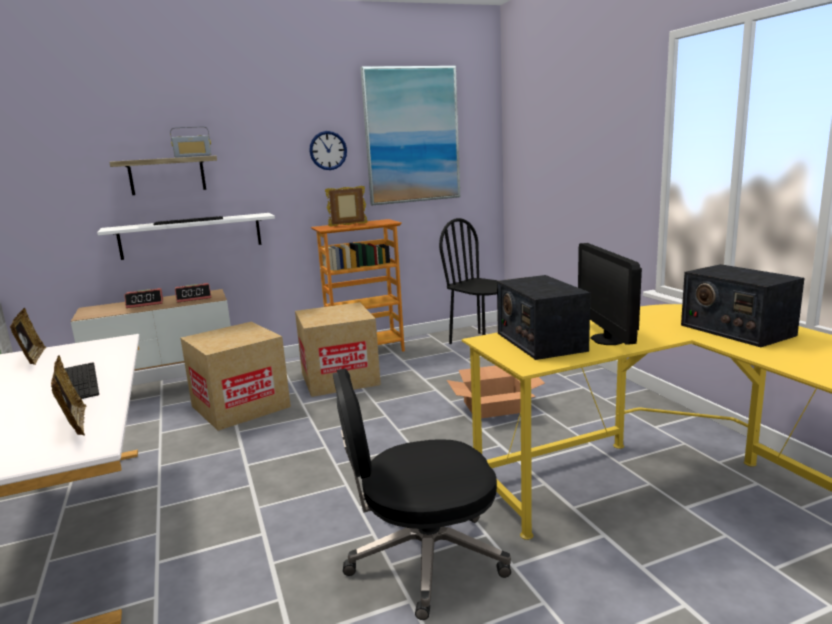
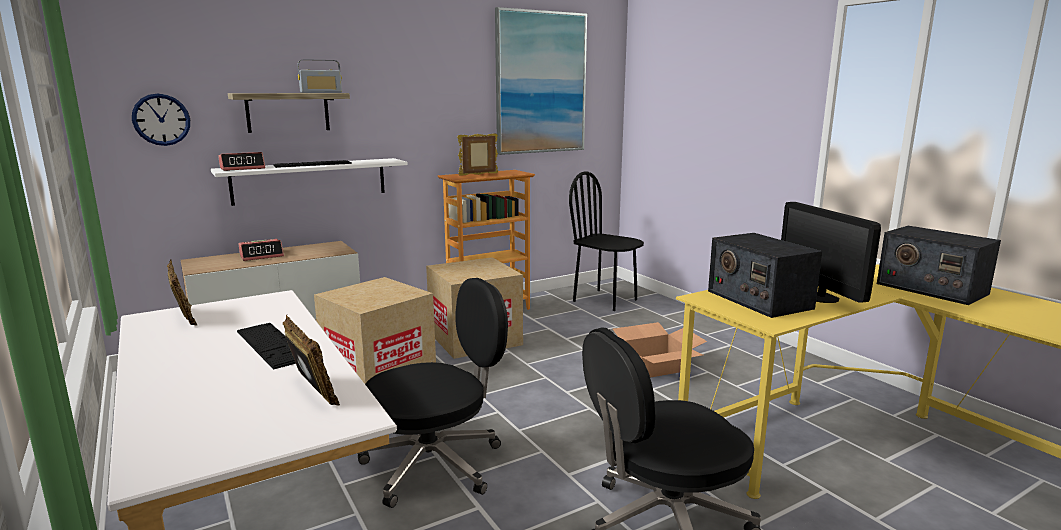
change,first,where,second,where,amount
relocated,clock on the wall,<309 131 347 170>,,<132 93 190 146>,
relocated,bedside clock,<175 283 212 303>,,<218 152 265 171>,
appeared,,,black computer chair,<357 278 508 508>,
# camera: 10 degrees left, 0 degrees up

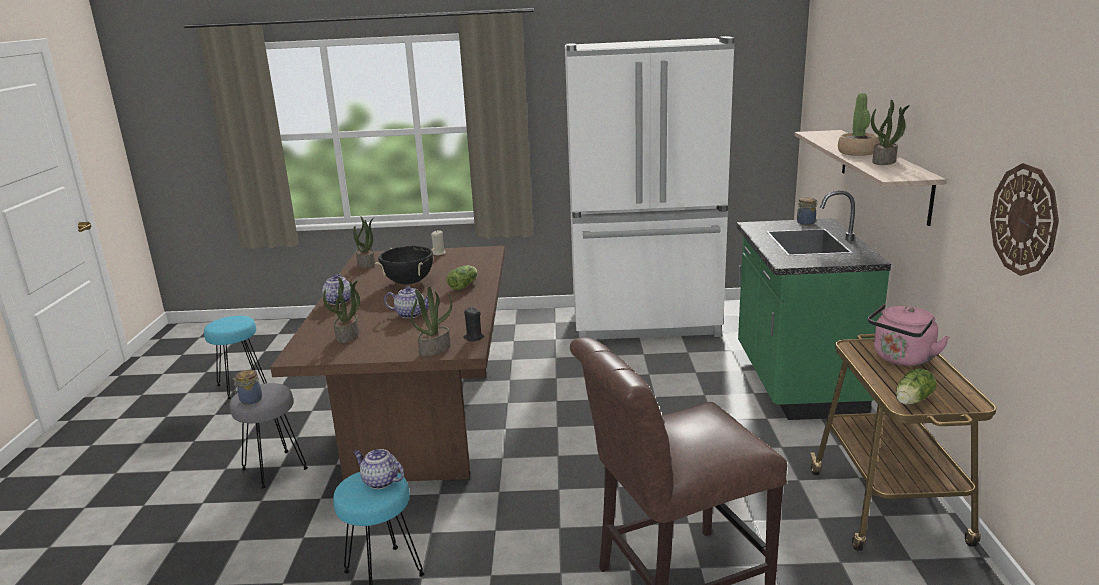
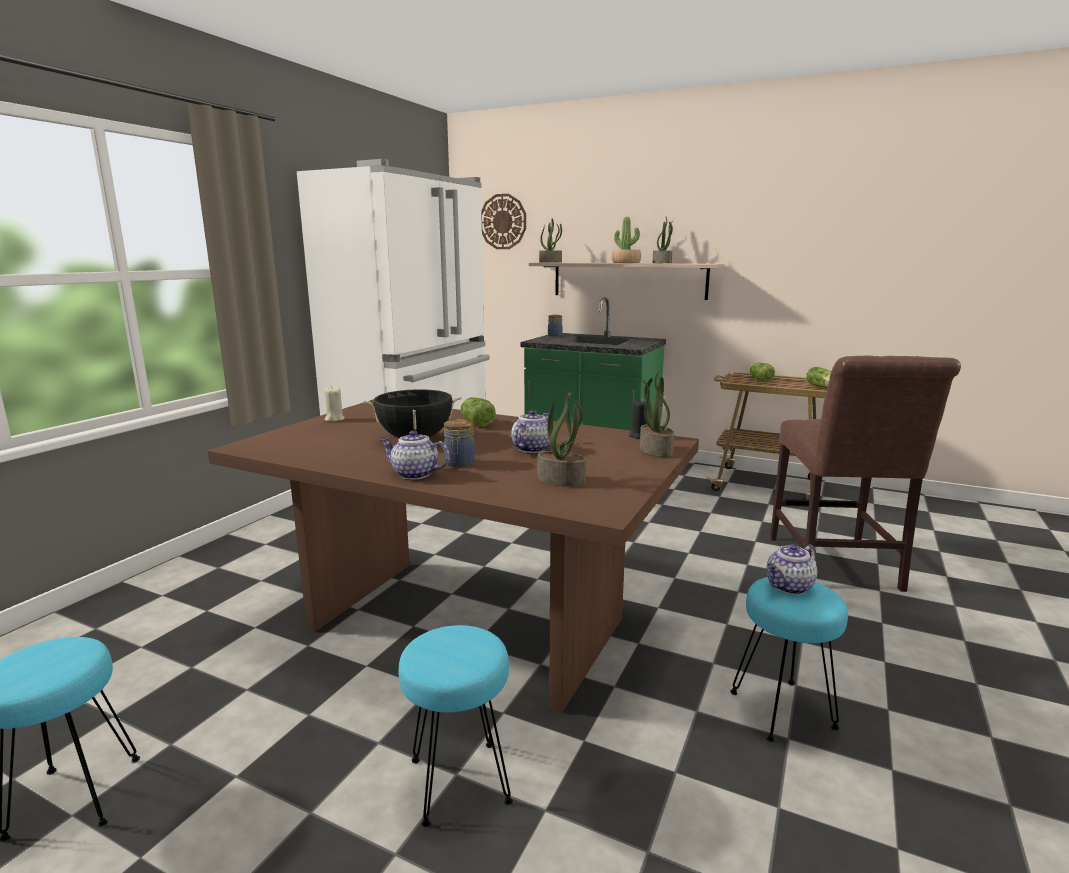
change,first,where,second,where,amount
colour,gray sitting stool,<230 383 308 489>,blue-green sitting stool,<398 625 513 827>,
relocated,storage jar,<233 370 262 405>,,<443 419 475 467>,
relocated,clock on the wall,<990 163 1059 276>,,<481 194 526 249>,
relocated,plant in a pot,<353 216 375 268>,,<539 219 562 263>,
exchanged,pinkish tea kettle,<868 304 949 366>,lettuce,<749 362 775 382>,
# camera: 65 degrees left, 5 degrees down

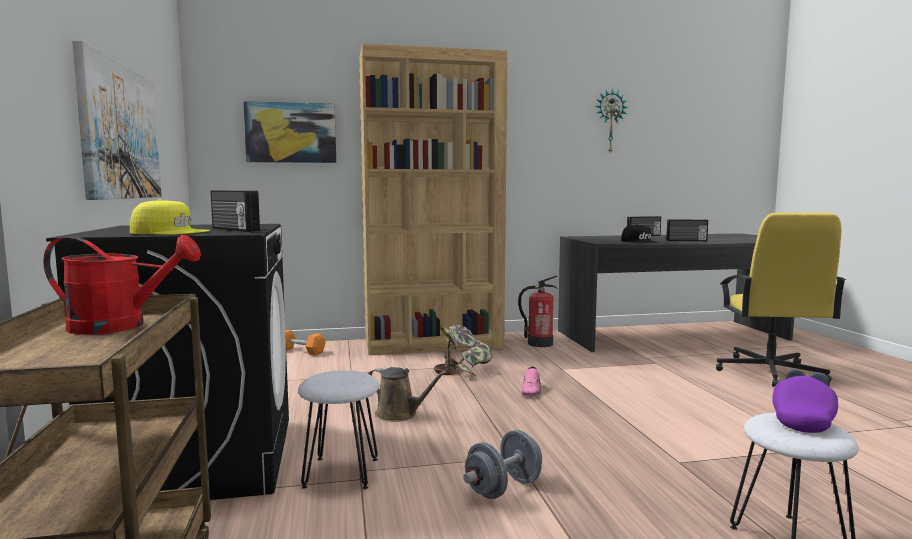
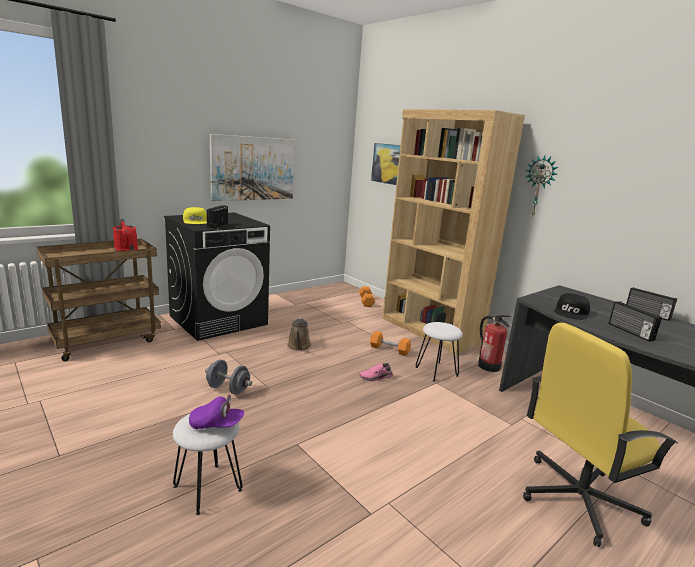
change,first,where,second,where,amount
exchanged,plant in a pot,<434 325 493 376>,orangey free weight,<370 331 411 356>,
relocated,white sitting stool,<298 370 379 489>,,<416 322 463 382>,
relocated,clock on the wall,<595 88 628 153>,,<525 155 558 217>,
# camera: 60 degrees right, 10 degrees up

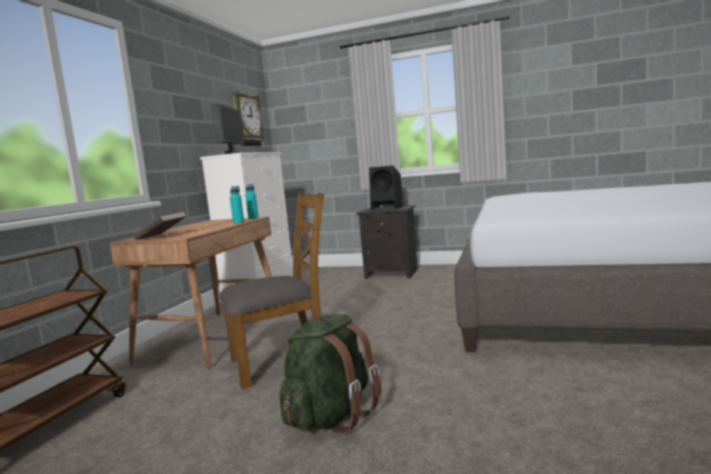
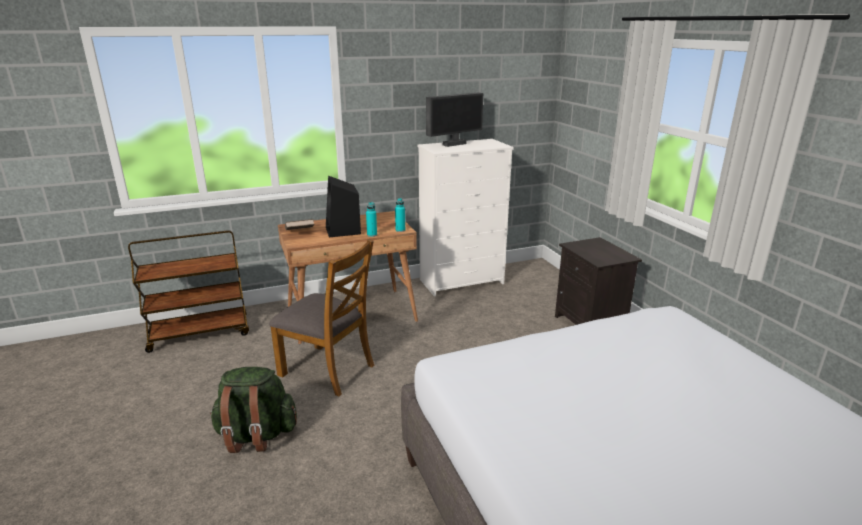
change,first,where,second,where,amount
relocated,black audio speaker,<369 165 403 211>,,<326 176 361 237>,
missing,clock on the wall,<231 91 265 146>,,,
# camera: 50 degrees right, 15 degrees up

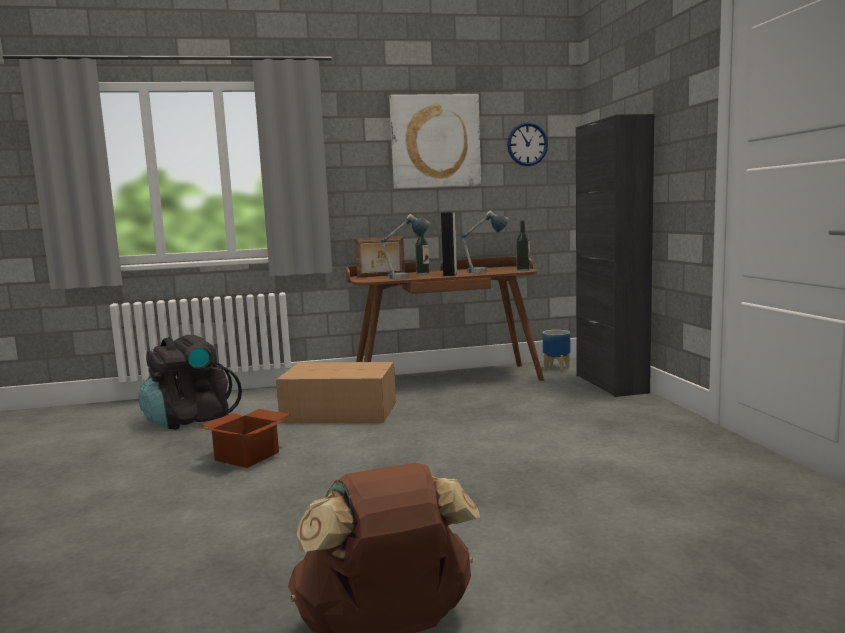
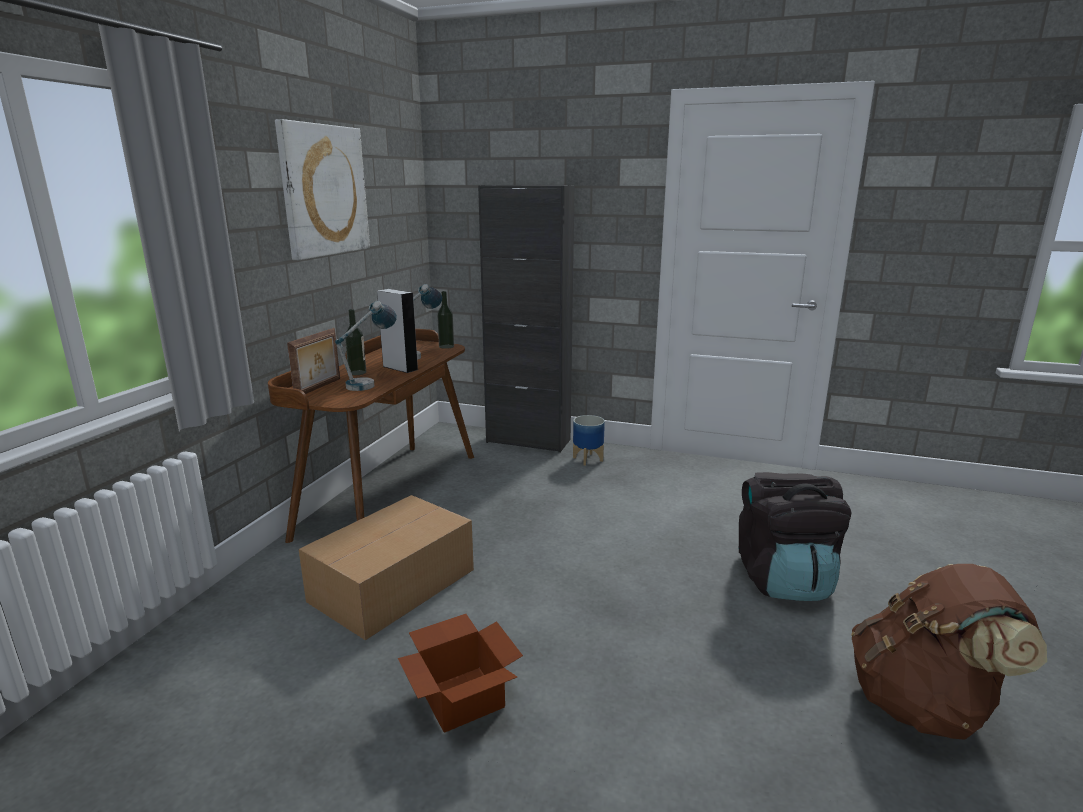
change,first,where,second,where,amount
relocated,planter,<543 330 570 371>,,<573 415 605 466>,
relocated,black knapsack,<139 335 242 430>,,<739 472 852 601>,
missing,clock on the wall,<507 122 548 166>,,,
# camera: 60 degrees left, 10 degrees up

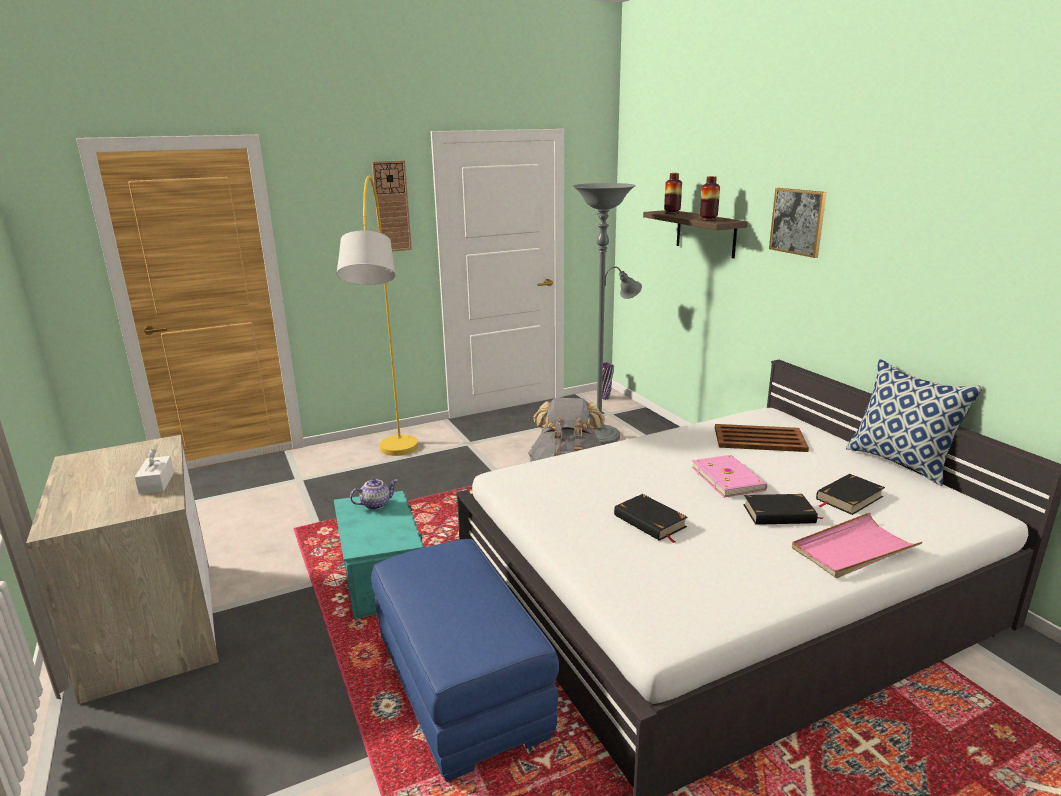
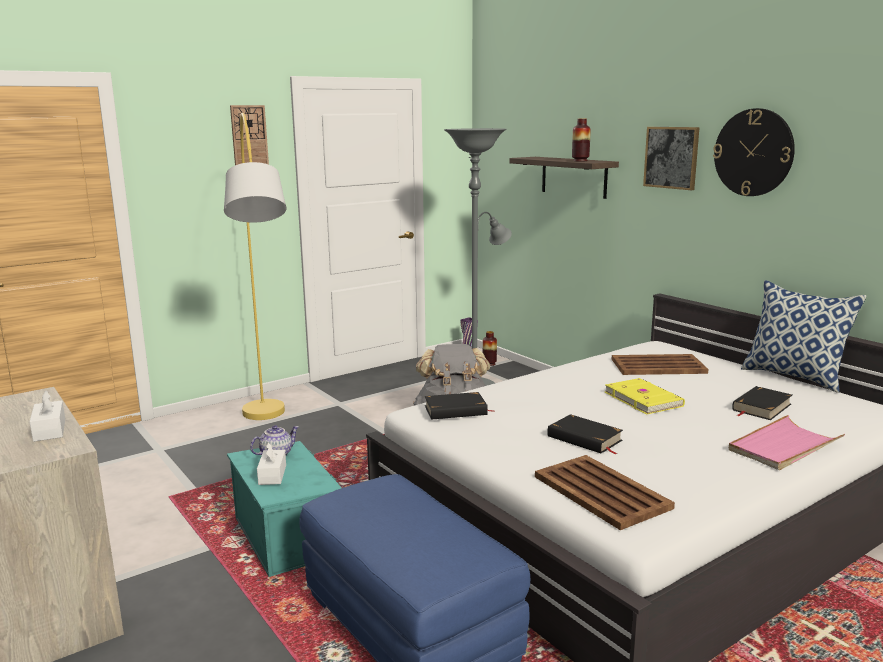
change,first,where,second,where,amount
appeared,,,white box of tissues,<257 443 286 485>,
relocated,black bound book,<743 494 823 525>,,<425 392 495 420>,
relocated,flower vase,<664 173 682 214>,,<483 331 497 366>,
appeared,,,brown-coloured serving tray,<535 455 675 530>,
colour,pinkish bound book,<691 455 767 498>,yellowish bound book,<605 378 685 415>,
appeared,,,clock on the wall,<713 108 795 196>,
# camera: 10 degrees left, 5 degrees down

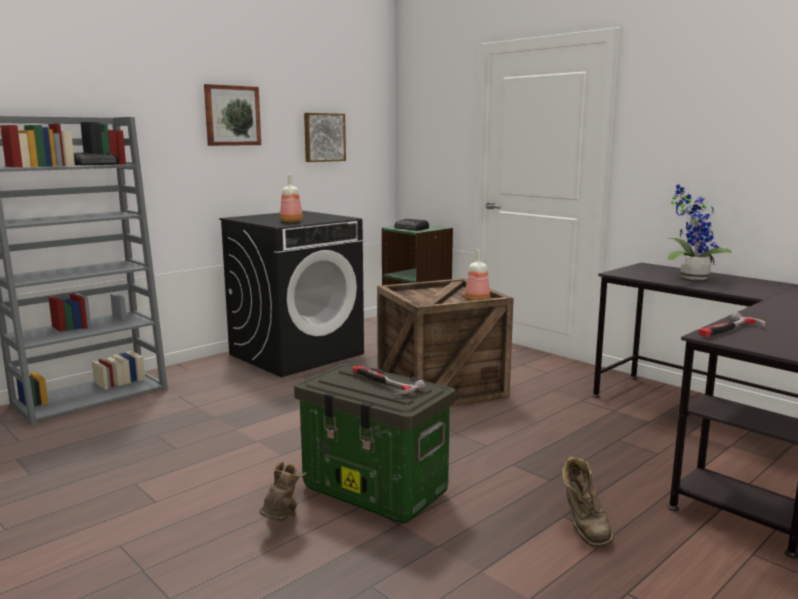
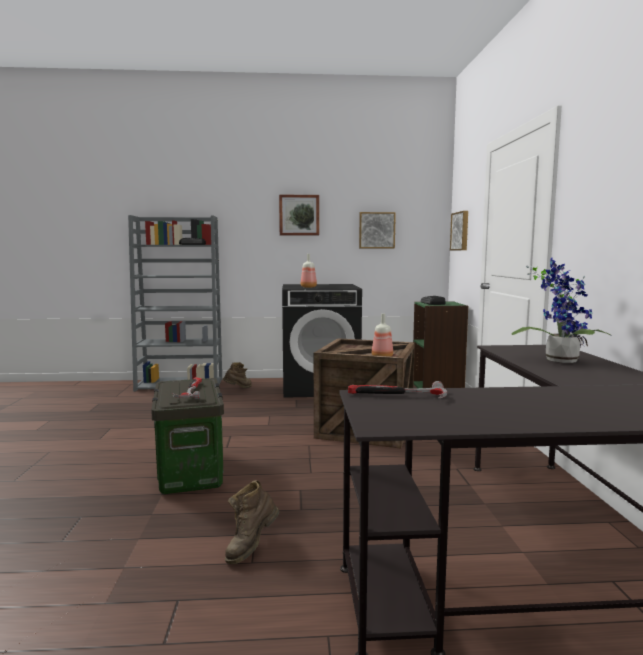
change,first,where,second,where,amount
relocated,brown-coloured boot,<259 461 307 521>,,<223 362 252 388>,
appeared,,,wall picture,<450 211 468 250>,
# camera: 40 degrees right, 5 degrees down

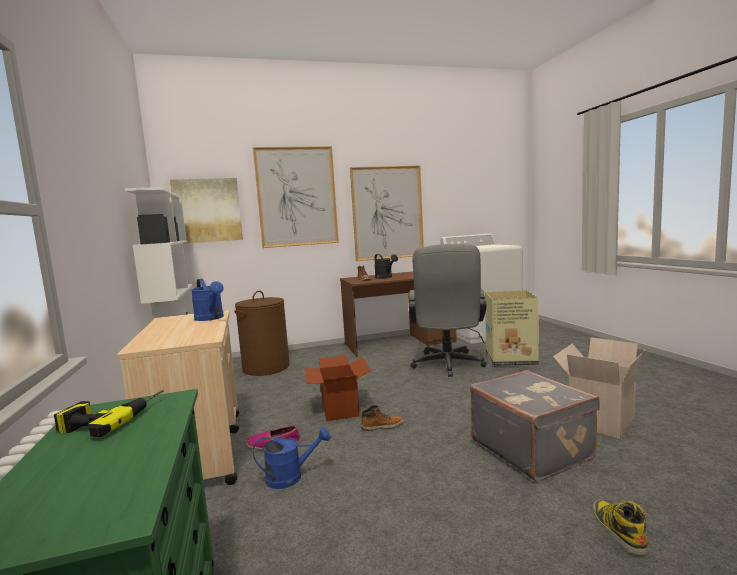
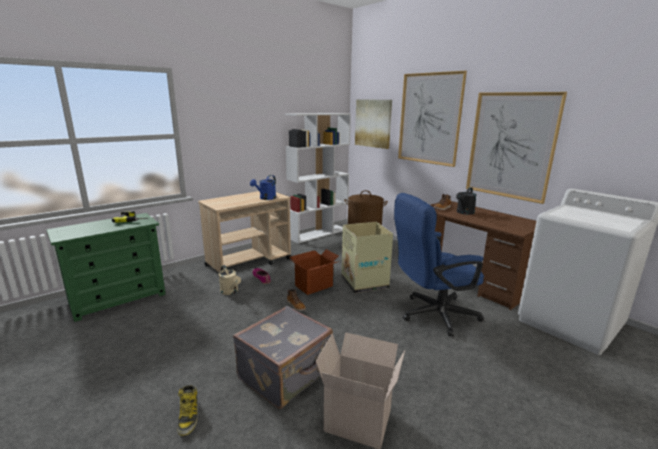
change,first,where,second,where,amount
spun,boot,<593 499 648 556>,,<178 385 198 436>,105 degrees clockwise
colour,blue-coloured sprinkling can,<253 427 330 489>,sand-coloured sprinkling can,<219 265 241 295>,
relocated,carton,<485 290 539 366>,,<342 222 393 293>,
colour,gray computer chair,<409 244 487 377>,blue-coloured computer chair,<394 193 484 336>,
# camera: 65 degrees right, 10 degrees up

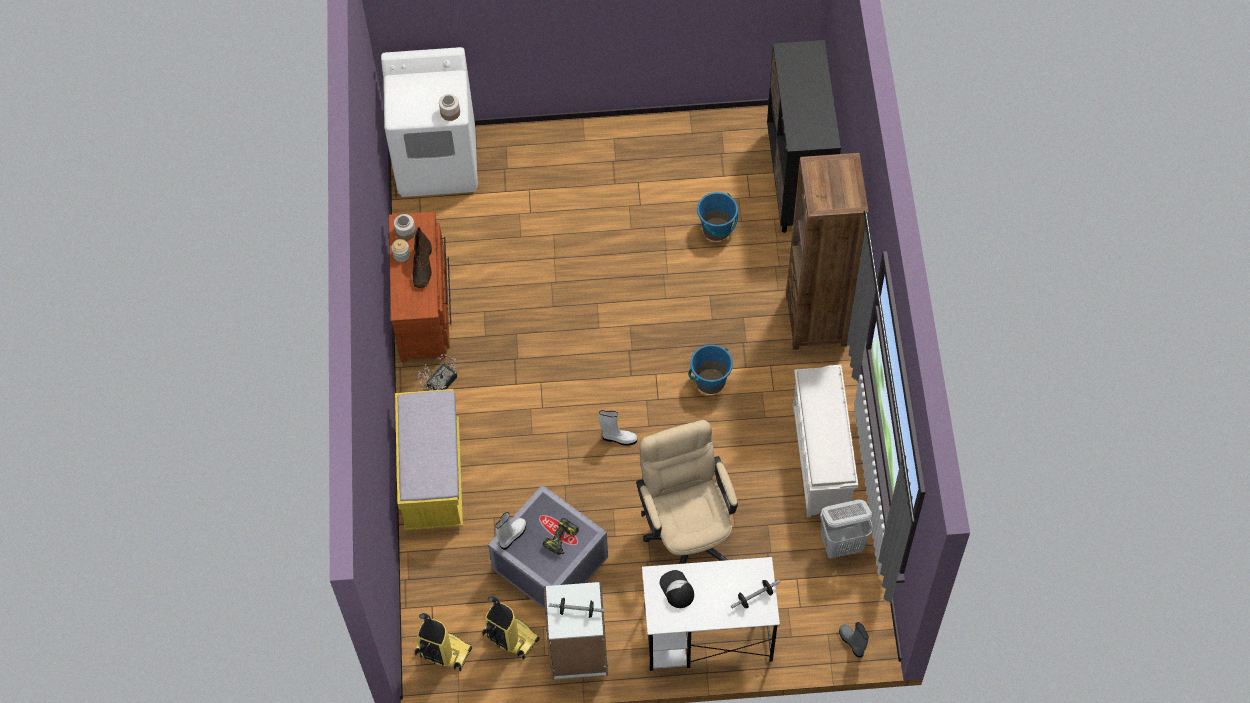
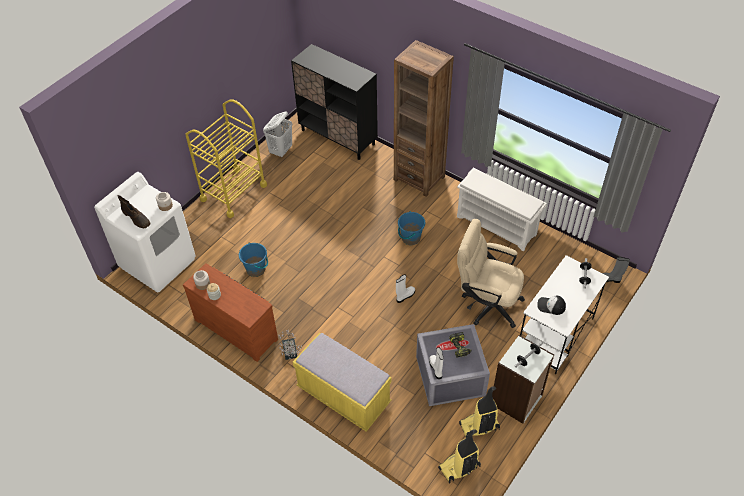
change,first,where,second,where,amount
relocated,brown-coloured boot,<413 227 432 288>,,<118 195 150 228>,
appeared,,,yellowish wheeled cart,<185 99 267 218>,
relocated,blue-coloured pail,<697 192 738 241>,,<239 243 268 277>,
relocated,white laundry basket,<820 500 873 559>,,<263 111 292 157>,
# camera: 50 degrees left, 10 degrees down

